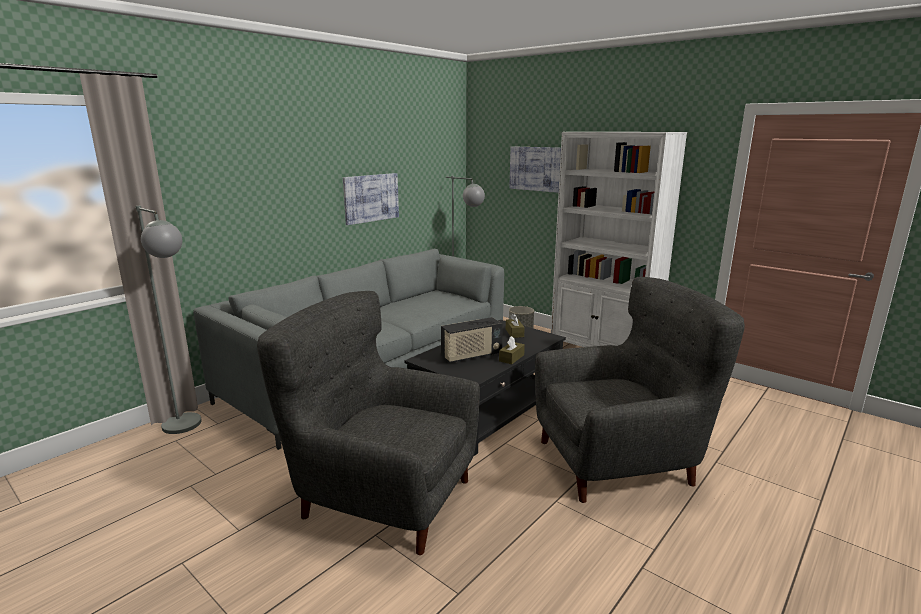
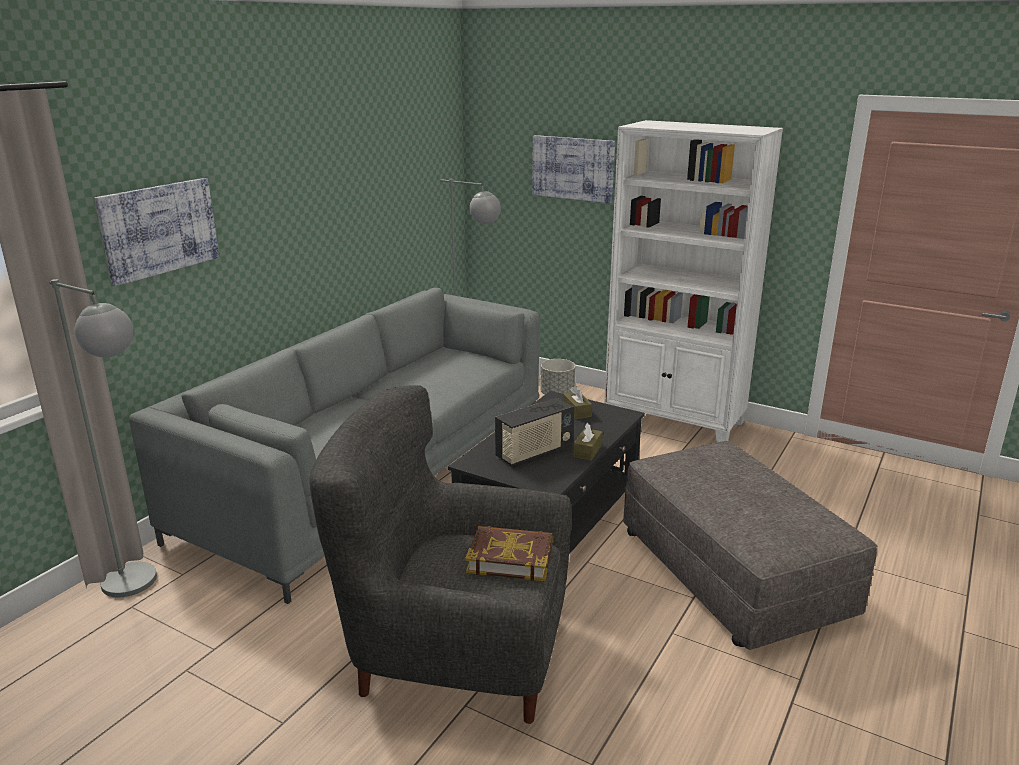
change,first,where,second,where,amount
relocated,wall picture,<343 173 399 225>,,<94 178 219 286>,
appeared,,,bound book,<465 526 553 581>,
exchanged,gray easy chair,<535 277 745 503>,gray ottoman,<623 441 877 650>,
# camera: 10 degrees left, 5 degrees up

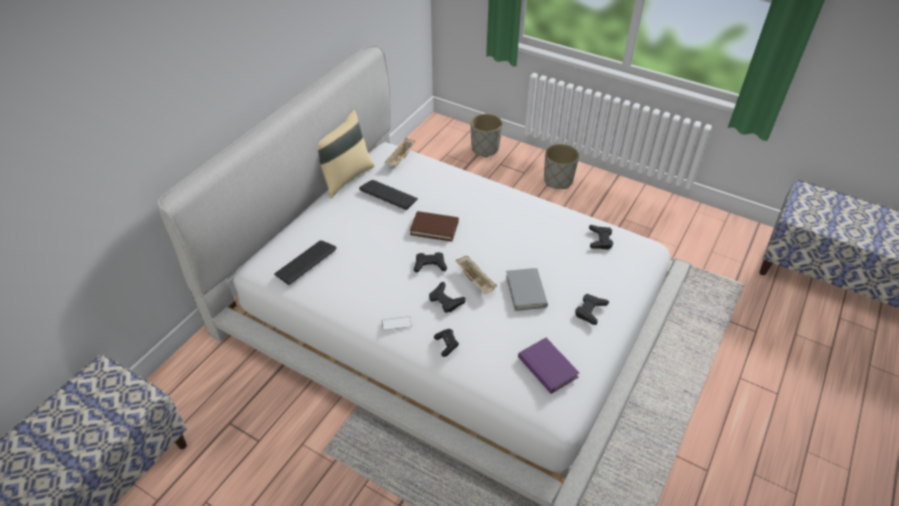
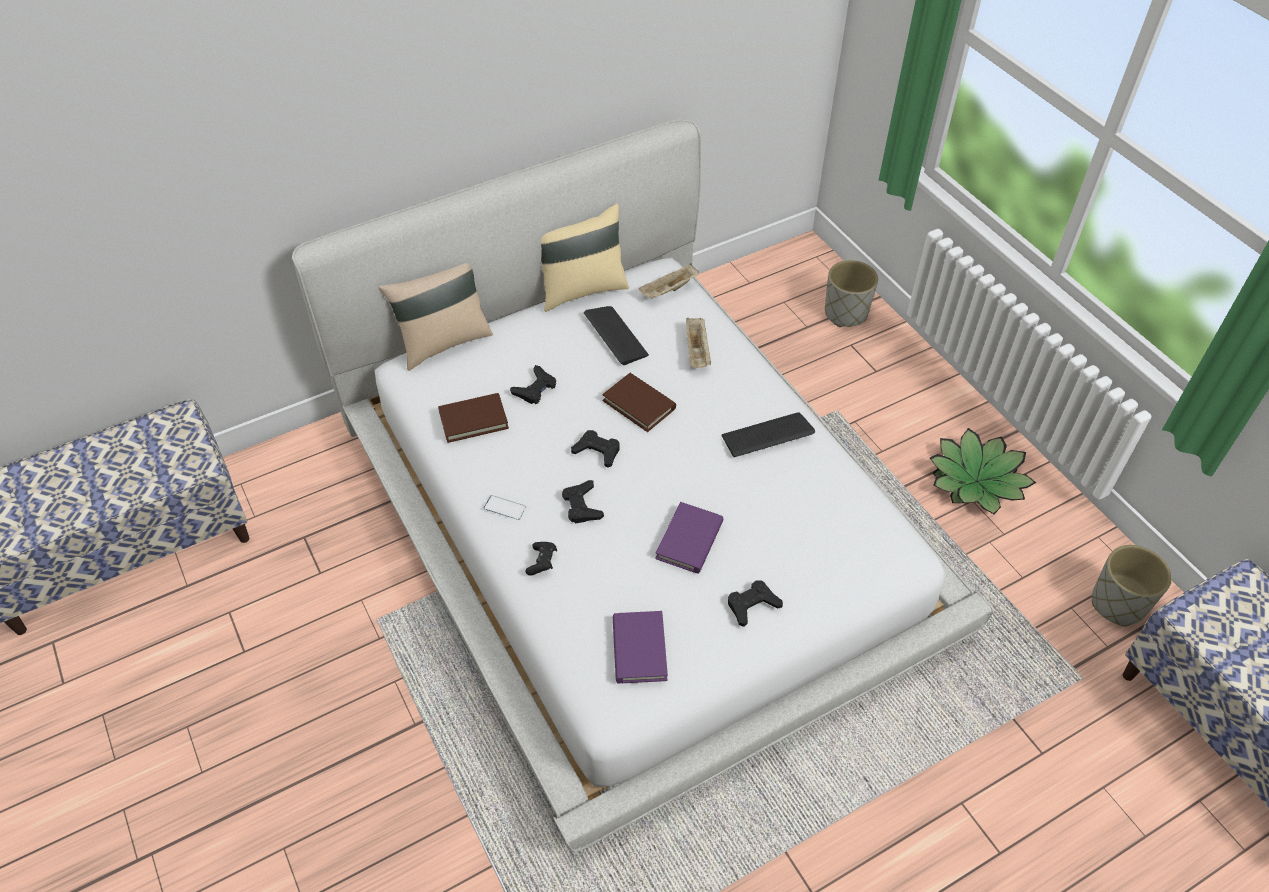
change,first,where,second,where,amount
appeared,,,sand-coloured pillow,<378 263 493 371>,
appeared,,,brown-coloured bound book,<438 393 509 443>,
relocated,black joypad,<589 225 613 249>,,<510 365 556 404>,
colour,gray bound book,<506 268 548 311>,purple-coloured bound book,<655 502 723 574>,
relocated,sand-coloured serving tray,<456 256 497 294>,,<686 317 712 368>,
relocated,PC keyboard,<274 241 337 285>,,<722 412 815 457>,
appeared,,,plant in a pot,<930 428 1036 514>,
relocated,gray planter,<544 144 579 189>,,<1092 545 1172 626>,
# camera: 30 degrees right, 5 degrees up

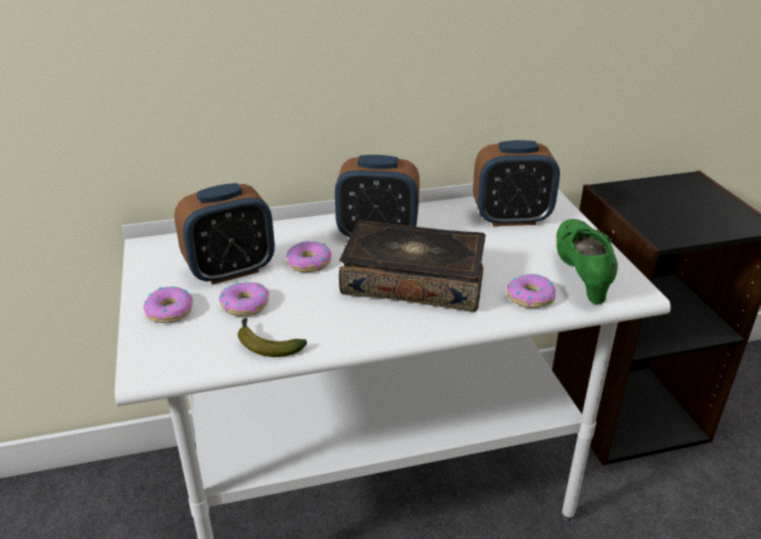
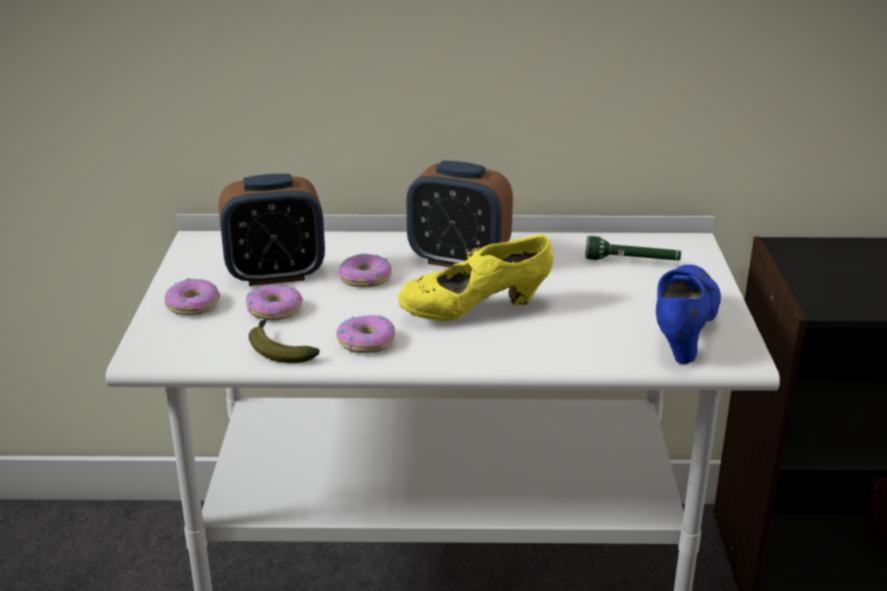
change,first,where,second,where,amount
relocated,donut,<507 274 556 308>,,<336 315 395 353>,
exchanged,bound book,<339 220 486 312>,yellowish item of footwear,<398 235 553 321>,
exchanged,bedside clock,<473 140 560 226>,green-coloured hand torch,<585 236 681 261>,
colour,green-coloured item of footwear,<557 219 618 304>,blue-coloured item of footwear,<656 265 721 364>,
# camera: 15 degrees right, 5 degrees down

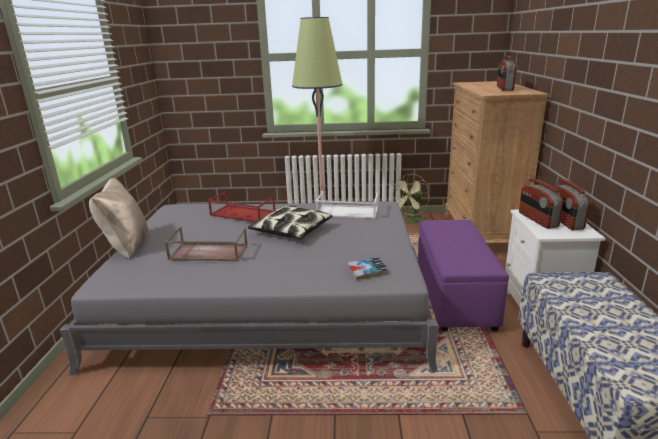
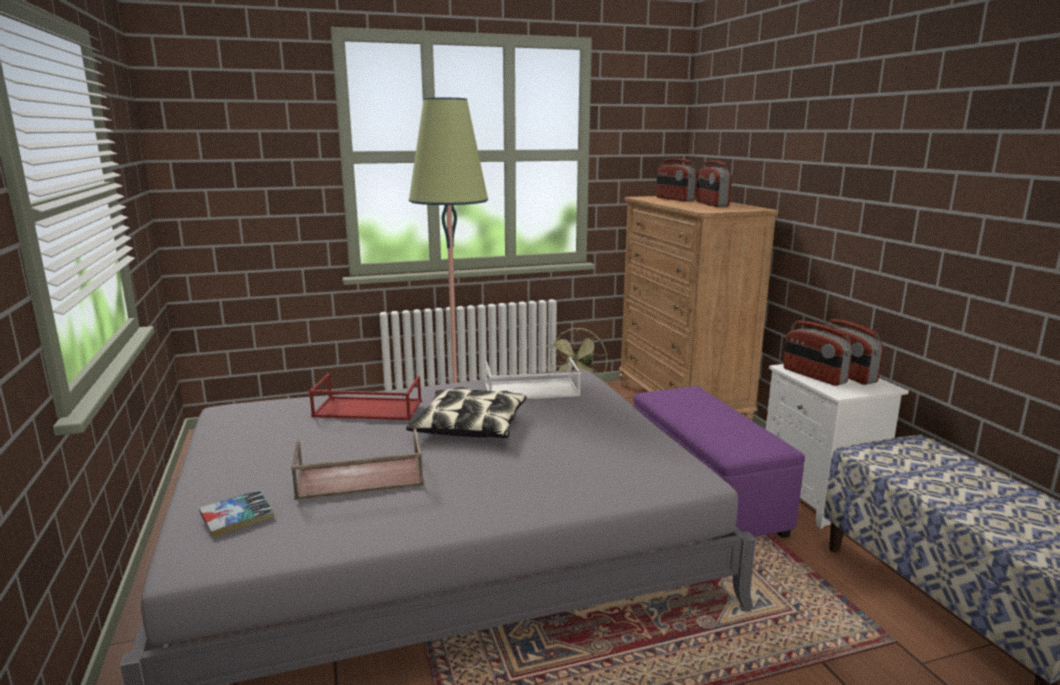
change,first,where,second,where,amount
relocated,bound book,<347 257 389 280>,,<199 490 274 537>,
appeared,,,radio set,<656 158 697 202>,
missing,sand-coloured pillow,<89 178 148 259>,,,
# camera: 20 degrees left, 5 degrees down

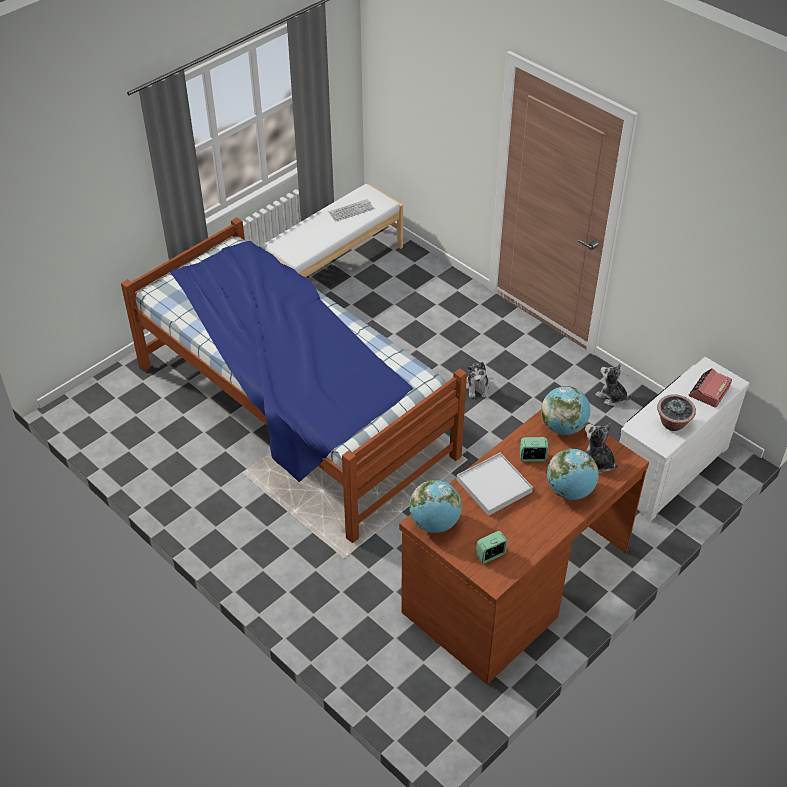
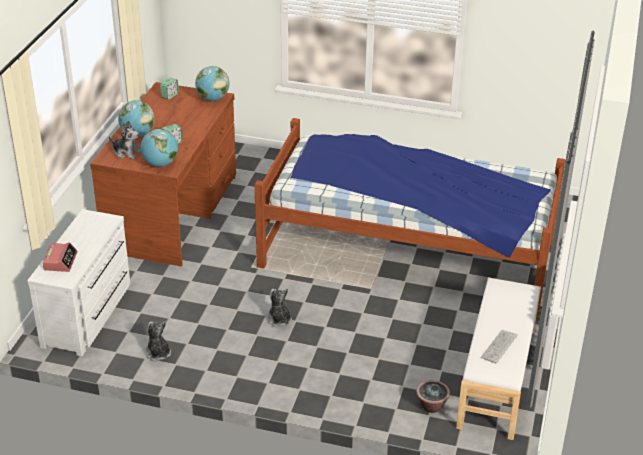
change,first,where,second,where,amount
spun,cuddly toy,<595 363 632 406>,,<145 321 171 361>,135 degrees counterclockwise
relocated,plant in a pot,<657 394 696 431>,,<416 380 450 413>,
missing,white serving tray,<457 453 533 516>,,,
# camera: 150 degrees right, 10 degrees down

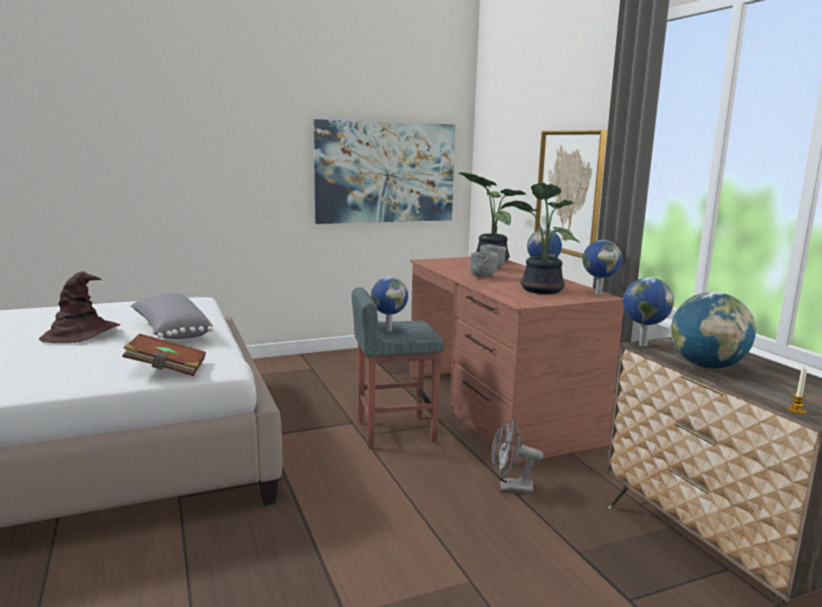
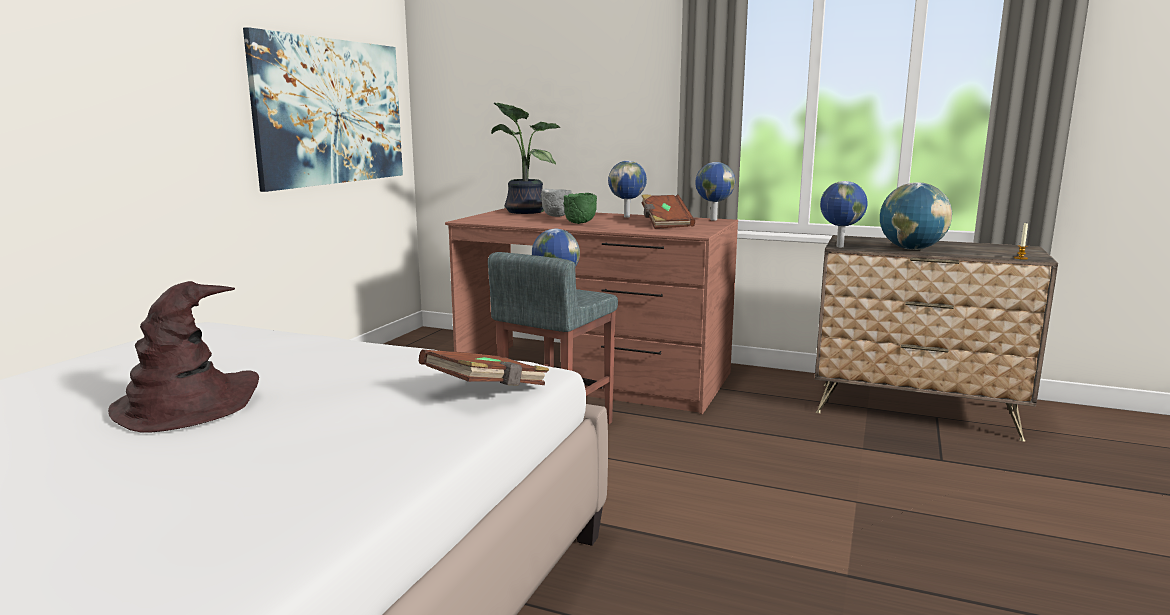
change,first,where,second,where,amount
colour,gray serving bowl,<470 251 498 277>,green-coloured serving bowl,<563 193 597 224>,
exchanged,plant in a pot,<501 183 580 294>,brown-coloured bound book,<642 195 695 229>,
missing,gray pillow,<131 293 213 339>,,,
missing,gray electric fan,<491 420 543 494>,,,
missing,wall picture,<534 130 607 258>,,,
# camera: 45 degrees left, 0 degrees up

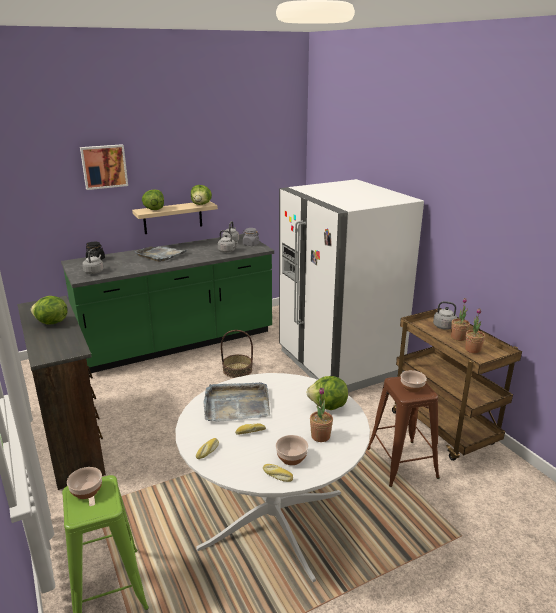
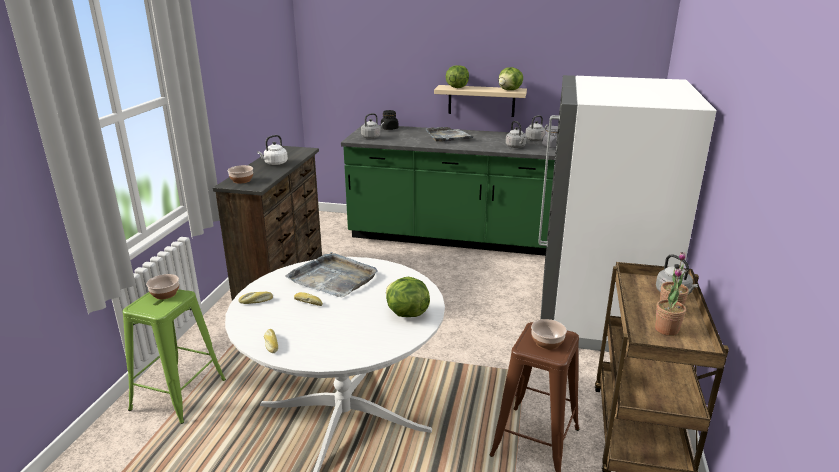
change,first,where,second,where,amount
relocated,serving bowl,<276 435 308 465>,,<227 165 253 184>,
exchanged,lettuce,<31 296 68 325>,white tea kettle,<257 135 288 165>,
missing,wall picture,<80 144 128 190>,,,
missing,storage basket,<221 330 253 378>,,,
missing,plant in a pot,<310 387 333 442>,,,
# camera: 40 degrees right, 0 degrees up

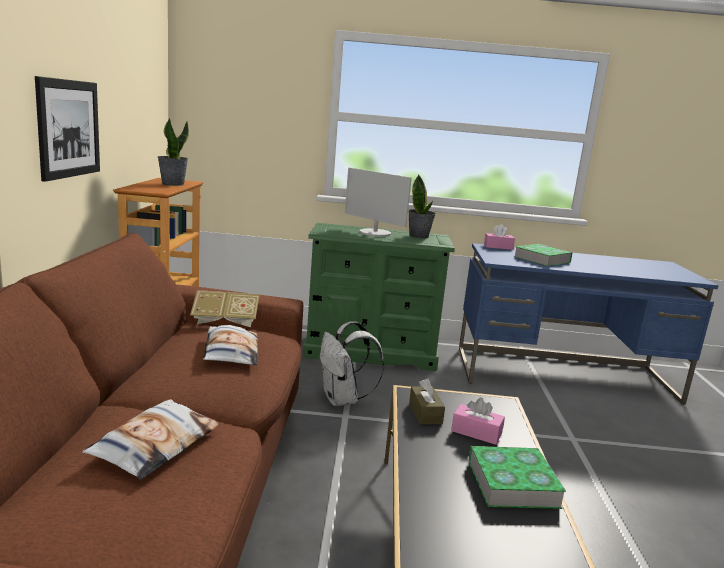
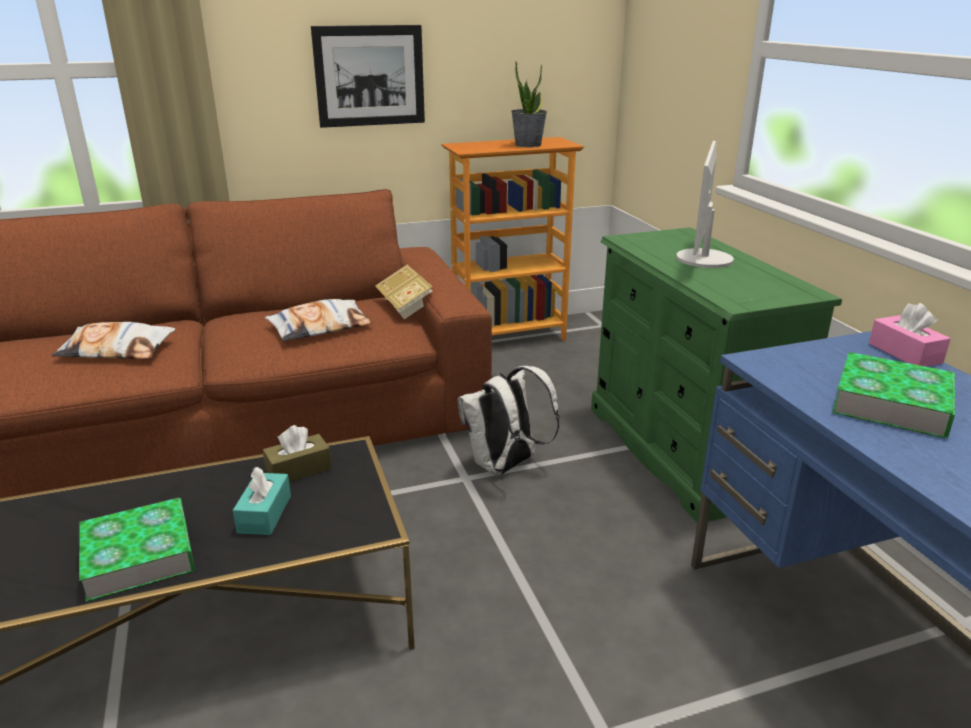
change,first,where,second,where,amount
colour,pinkish box of tissues,<451 398 505 445>,blue-green box of tissues,<233 467 291 535>,
missing,plant in a pot,<408 175 436 238>,,,
# camera: 70 degrees right, 10 degrees up

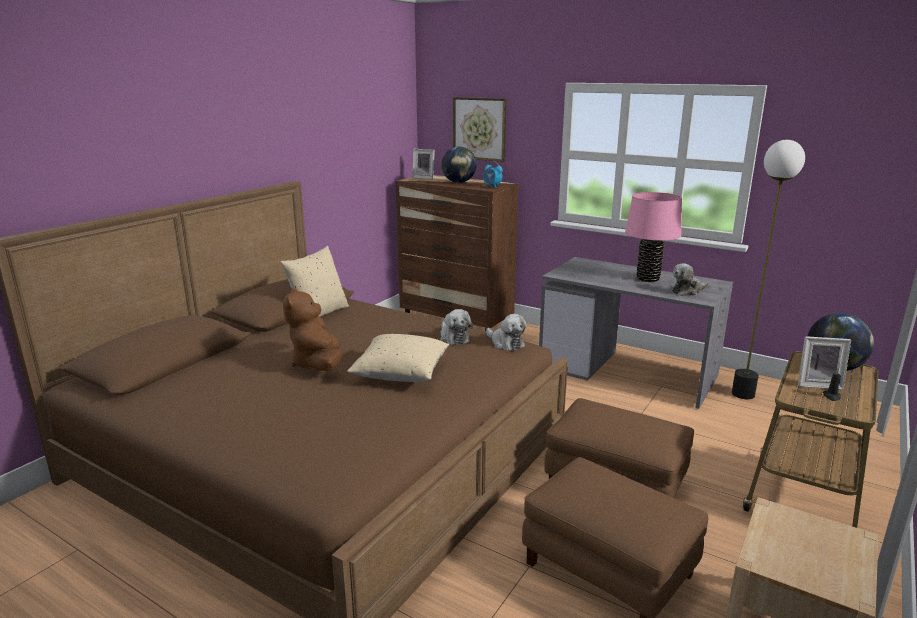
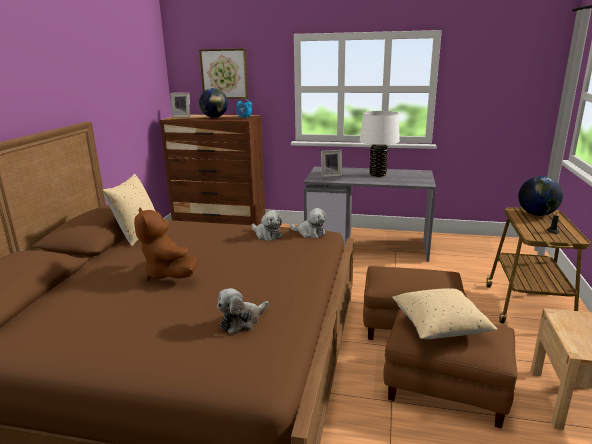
change,first,where,second,where,amount
relocated,cuddly toy,<672 263 709 296>,,<217 288 269 335>,
relocated,photo frame,<798 336 851 390>,,<321 150 342 177>,
colour,pinkish table lamp,<625 192 682 282>,white table lamp,<360 111 400 177>,
relocated,sand-coloured pillow,<347 334 449 382>,,<392 288 498 339>,
missing,standing lamp,<732 140 805 399>,,,
# camera: 20 degrees left, 0 degrees up

